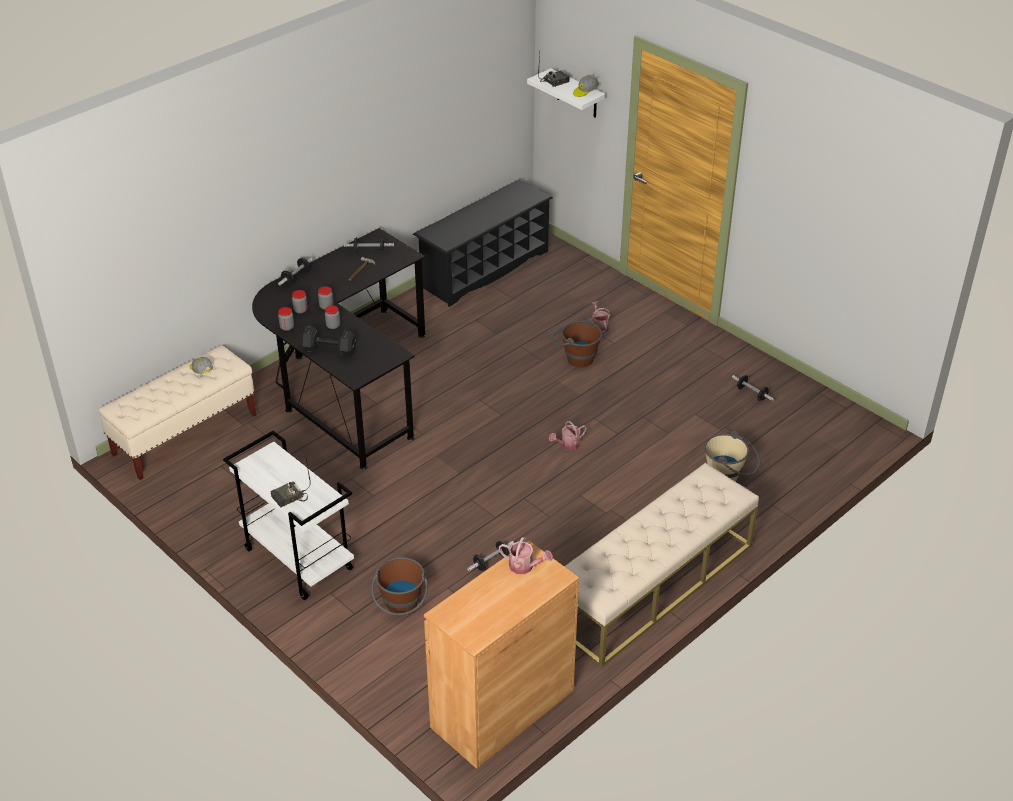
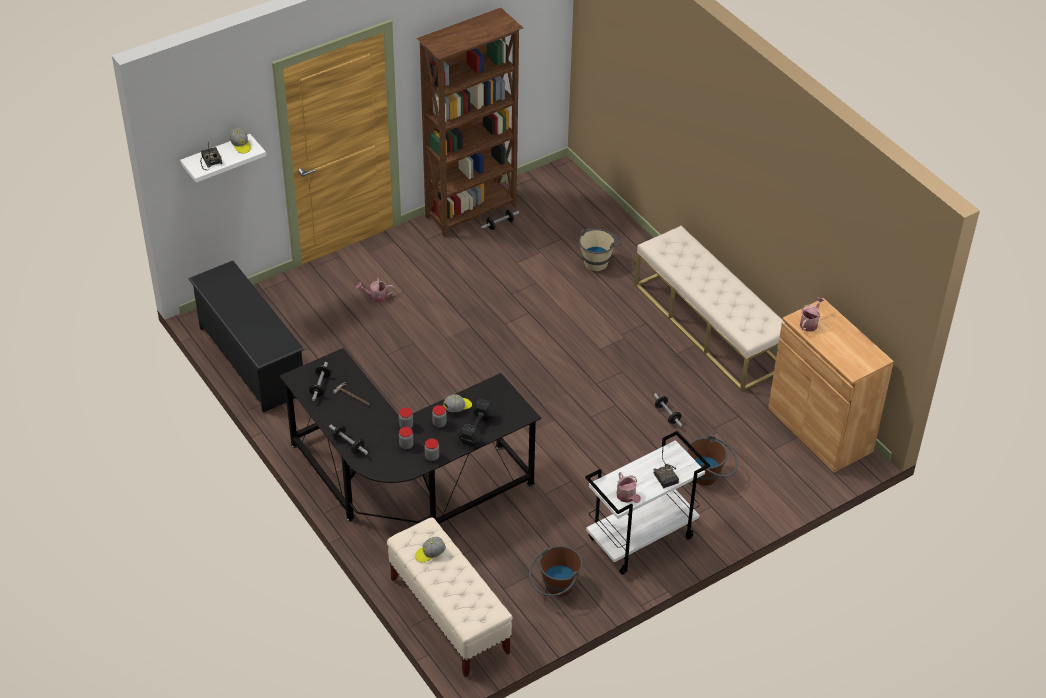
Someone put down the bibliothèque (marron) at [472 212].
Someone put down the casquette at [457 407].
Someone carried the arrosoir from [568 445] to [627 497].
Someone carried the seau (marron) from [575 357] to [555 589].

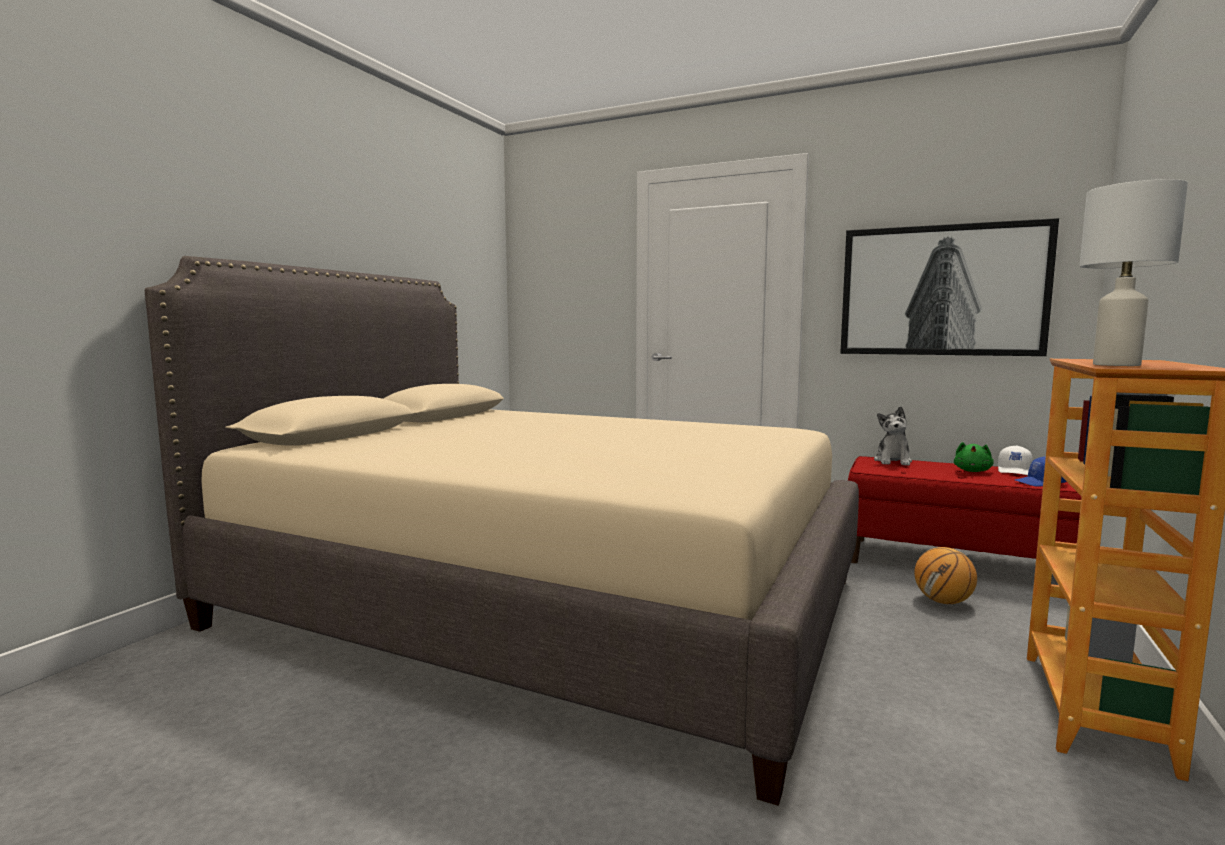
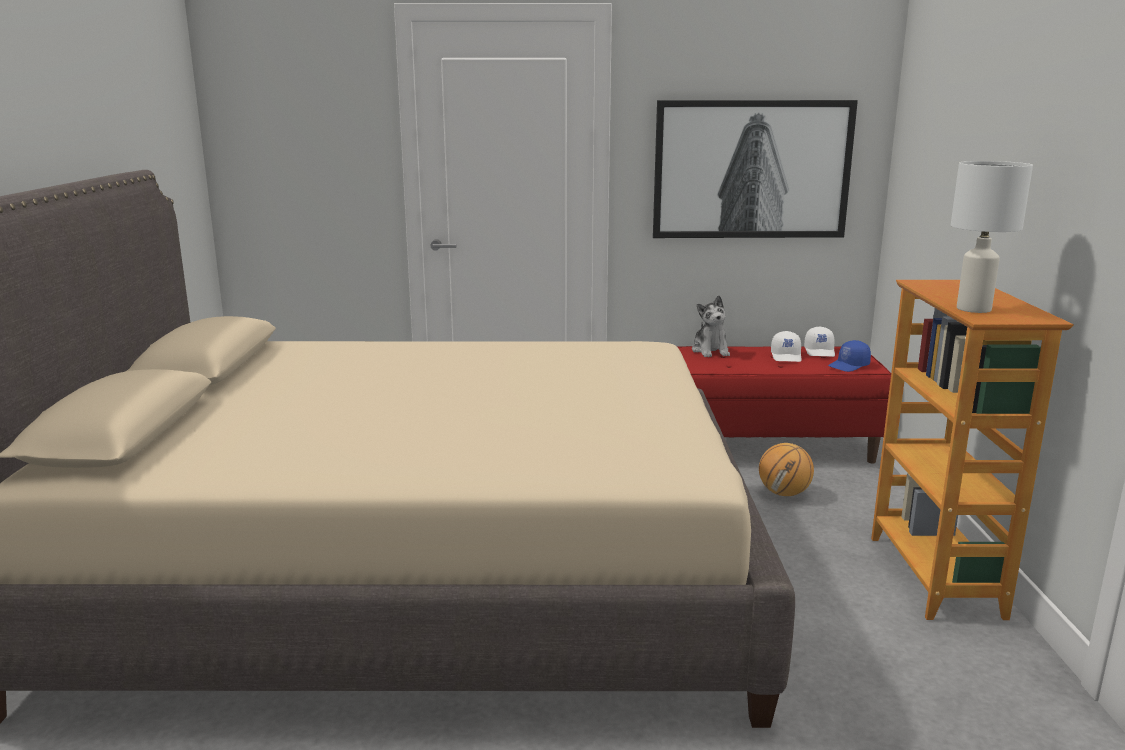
Someone swapped the peluche (vert) at [972 471] for the casquette (blanc) at [787 356].

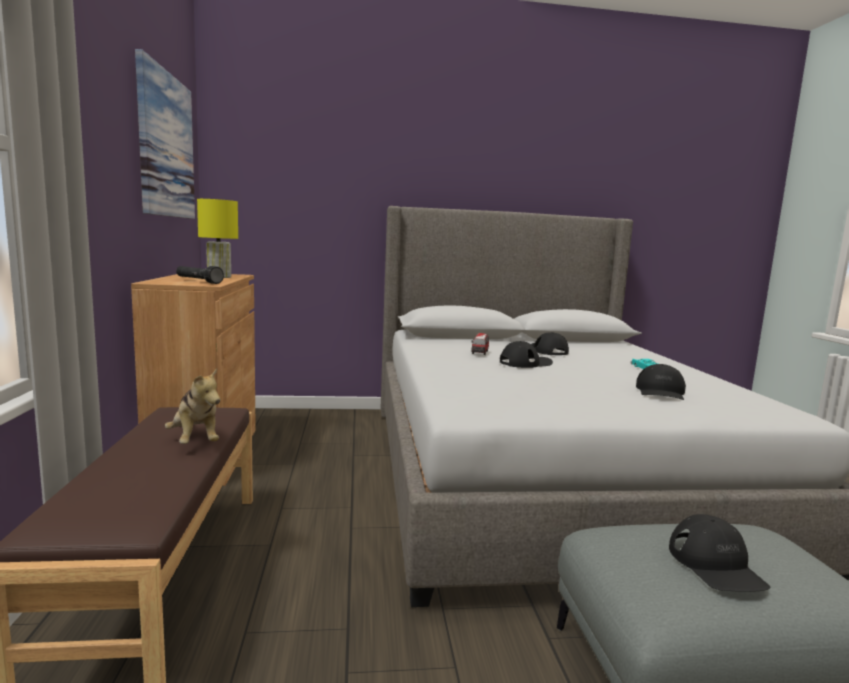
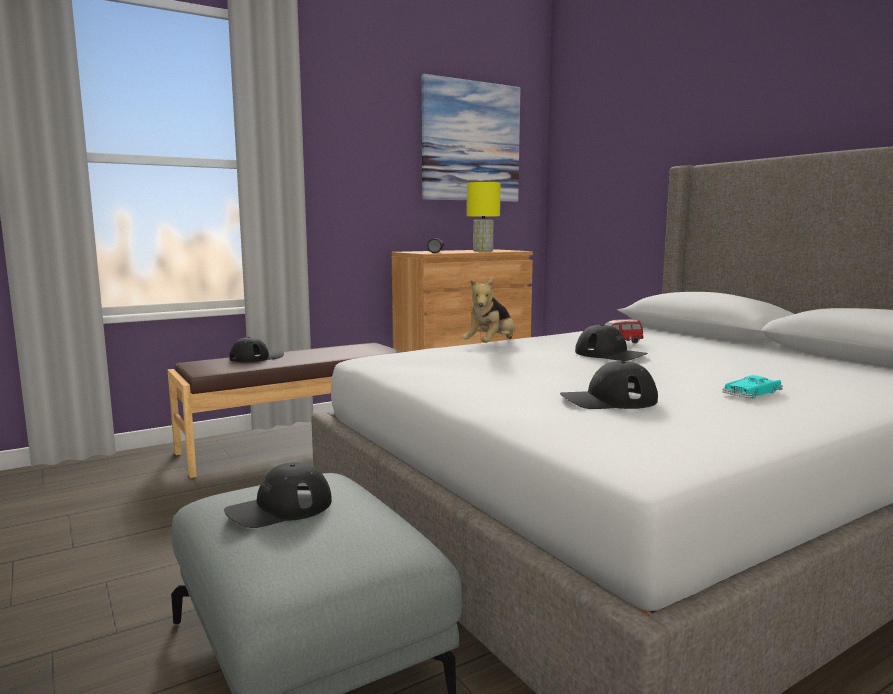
Someone carried the peluche from [195 441] to [491 346].
Someone carried the casquette (noir) from [547 350] to [257 357].

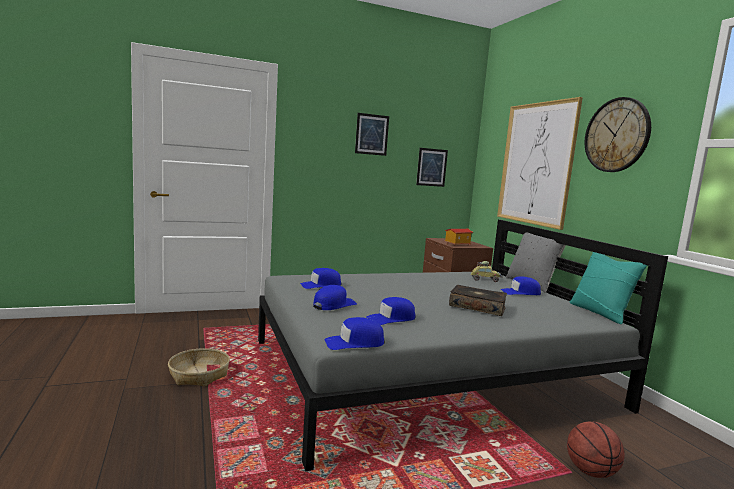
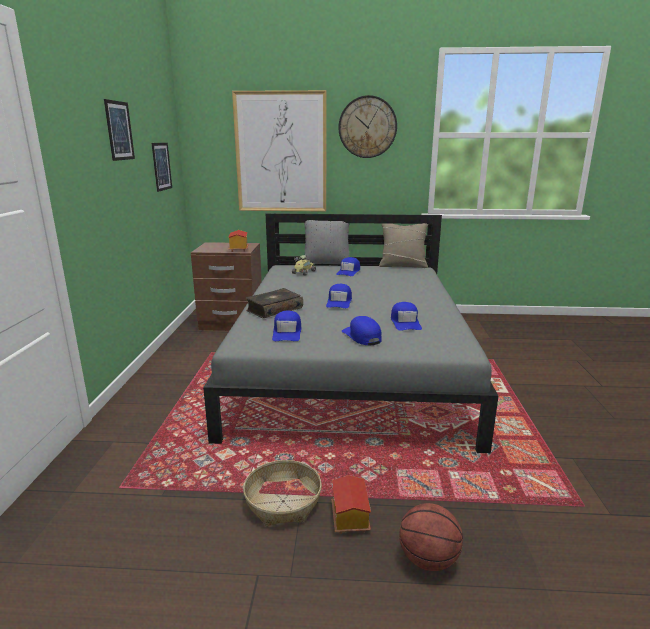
Someone put down the maison miniature at [349 518].
Someone carried the casquette (bleu) from [354 343] to [339 302].
Someone carried the livre from [477 307] to [274 309].
Someone carried the ballon de basket from [590 471] to [428 559].
Someone repainted the coussin (turquoise) at [600 313], which became the coussin (beige) at [402 266].

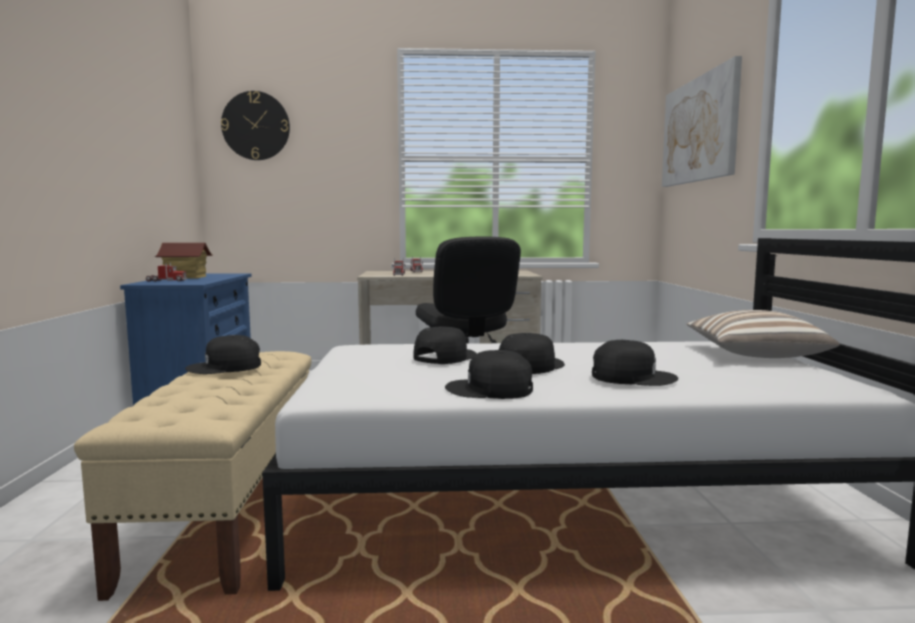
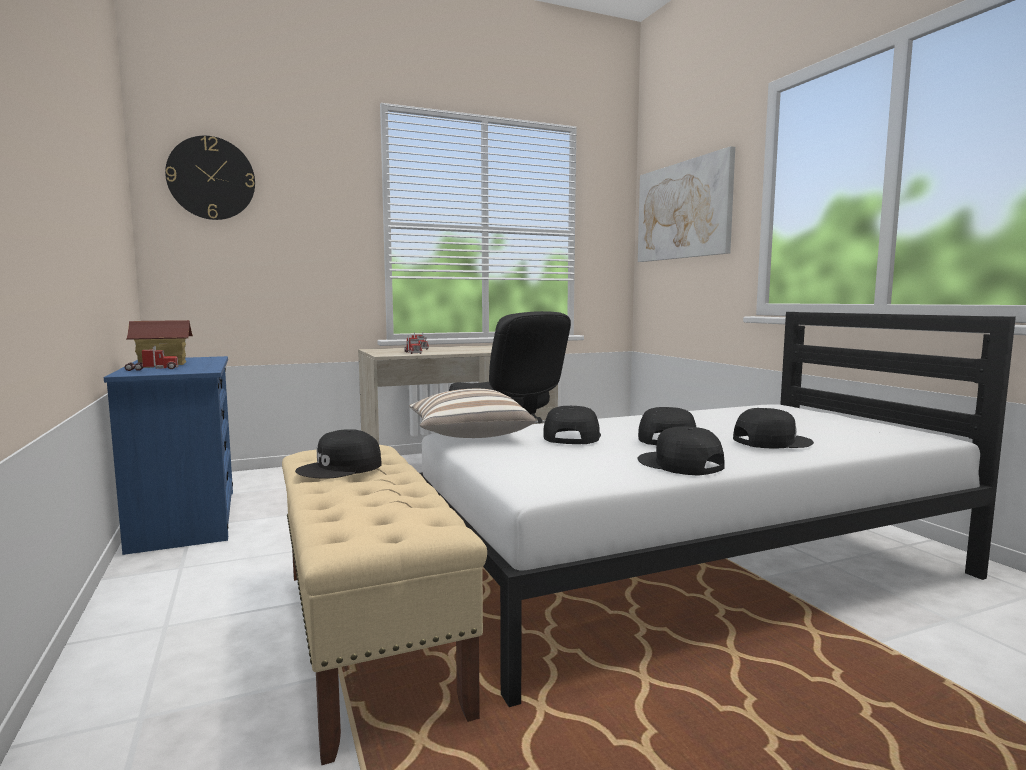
Someone carried the coussin from [753 355] to [468 435].
Someone rotated the casquette (noir) at [490 389] by 60 degrees clockwise.

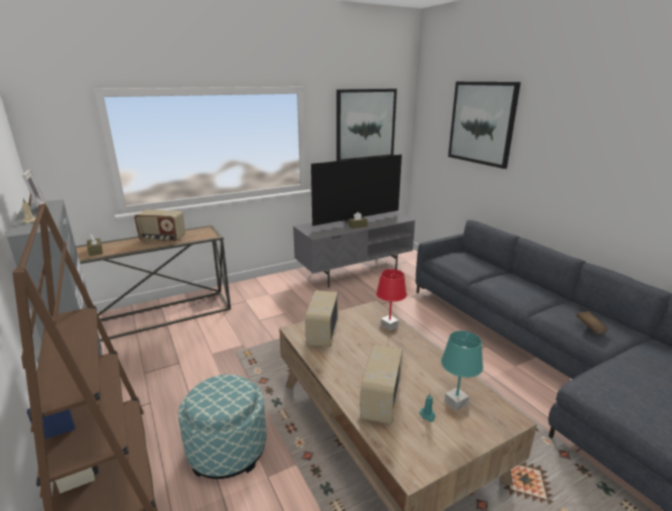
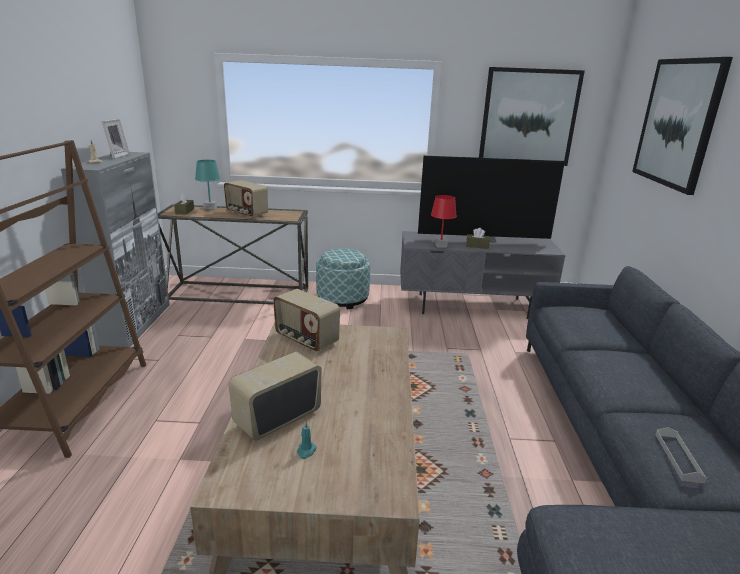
Someone carried the pouf from [227 449] to [342 298].
Someone carried the lampe de table (rouge) from [389 326] to [440 245].
Someone carried the lampe de table (turquoise) from [456 402] to [210 208].
Someone swapped the livre (marron) at [590 328] for the plateau (gris) at [678 457].
Someone rotated the radio at [322 334] by 90 degrees counterclockwise.

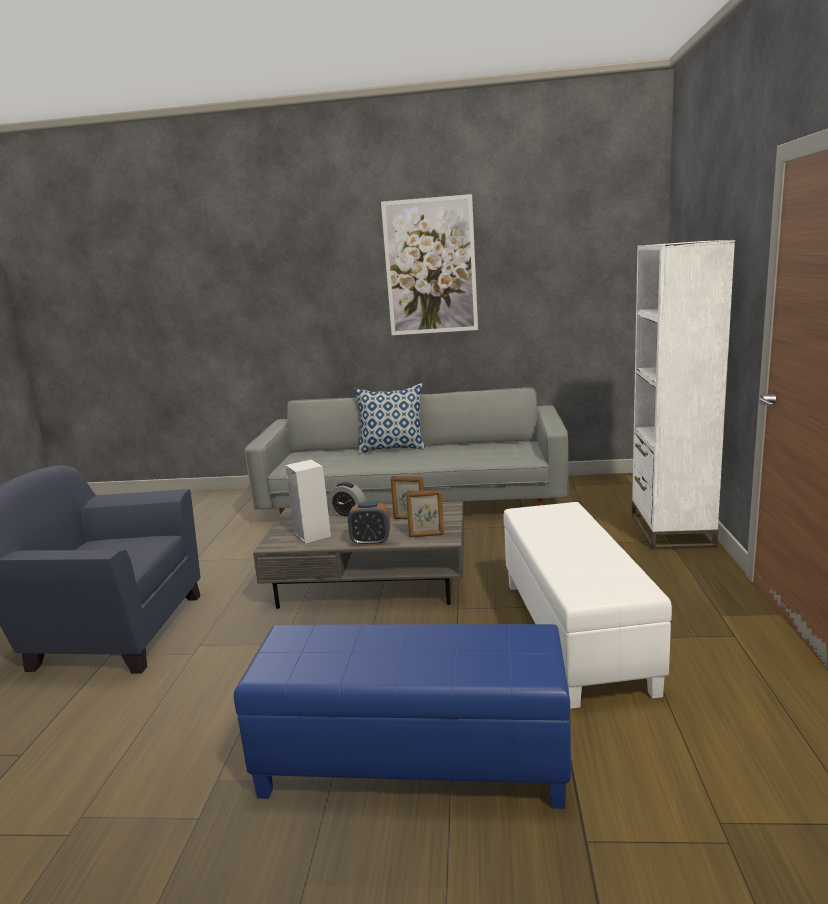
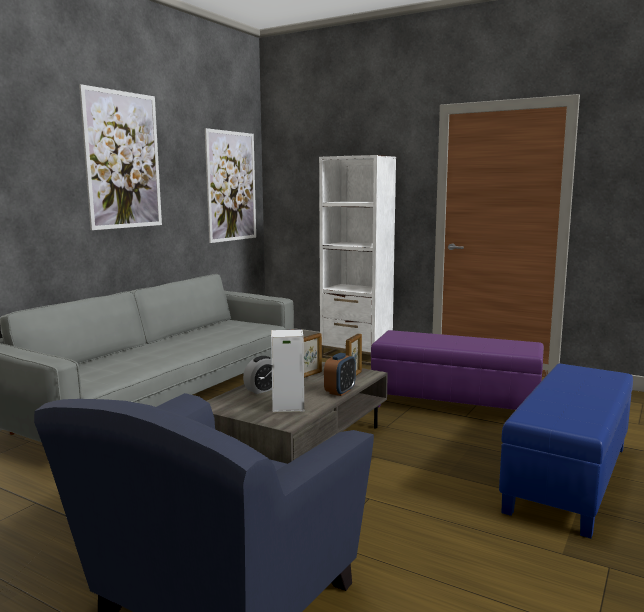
Someone took away the coussin at [392 449].
Someone put up the tableau at [231 186].
Someone repainted the pouf (blanc) at [575 633], which became the pouf (violet) at [455 406].

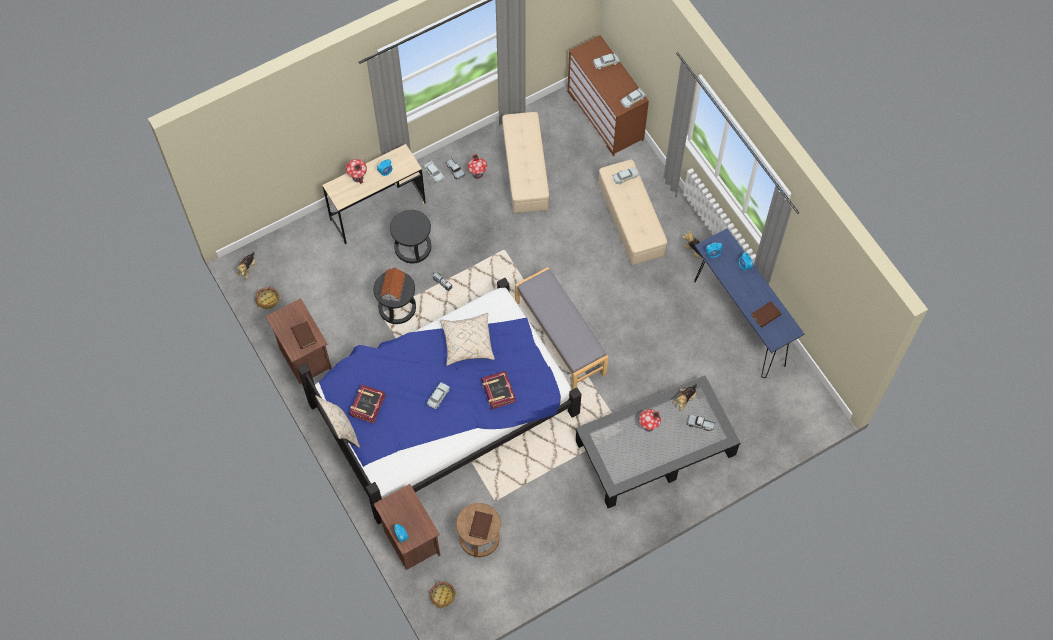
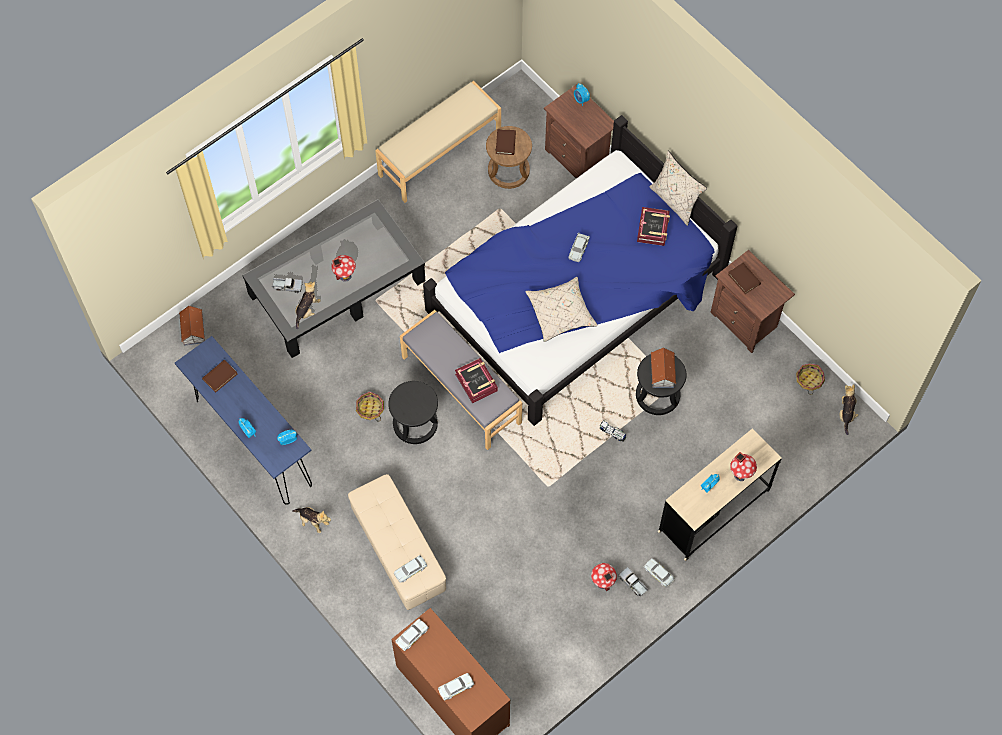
Someone took away the pouf (beige) at [526 172].
Someone put down the maison miniature at [193 329].
Someone put down the banc (beige) at [439 153].
Someone carried the tabouret (noir) from [413 247] to [415 423].
Someone carried the panier from [443 595] to [370 409].
Someone carried the livre from [498 391] to [476 382].

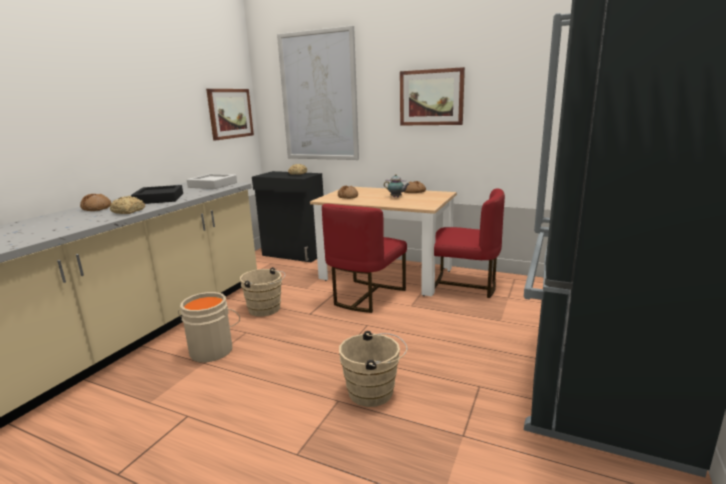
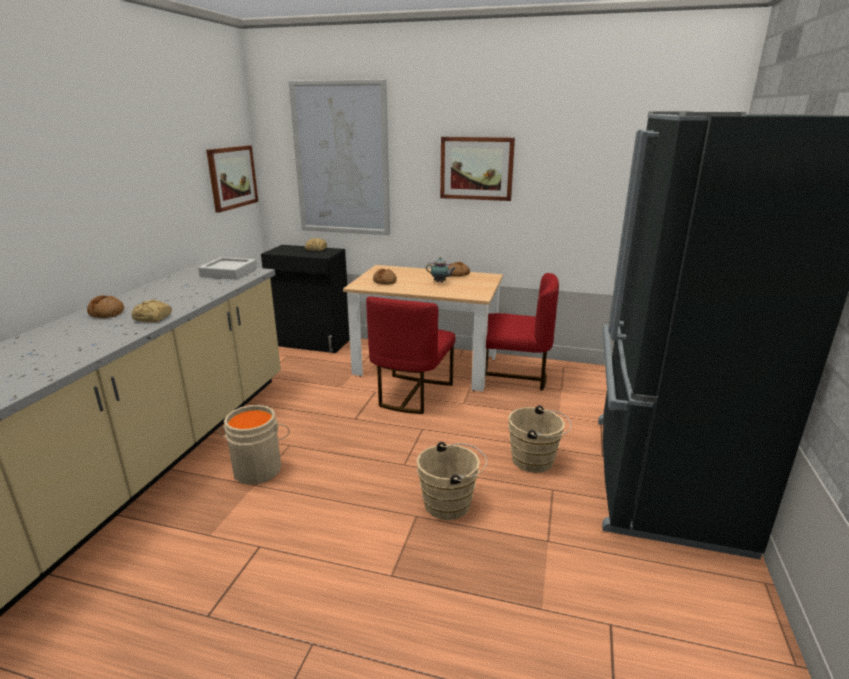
Someone took away the plateau (noir) at [159 199].
Someone carried the seau (beige) from [266 309] to [536 461].

